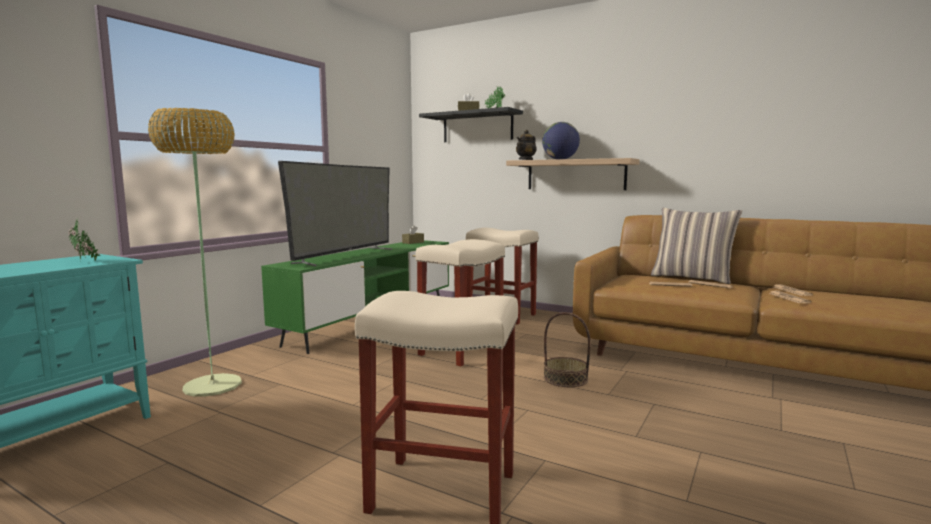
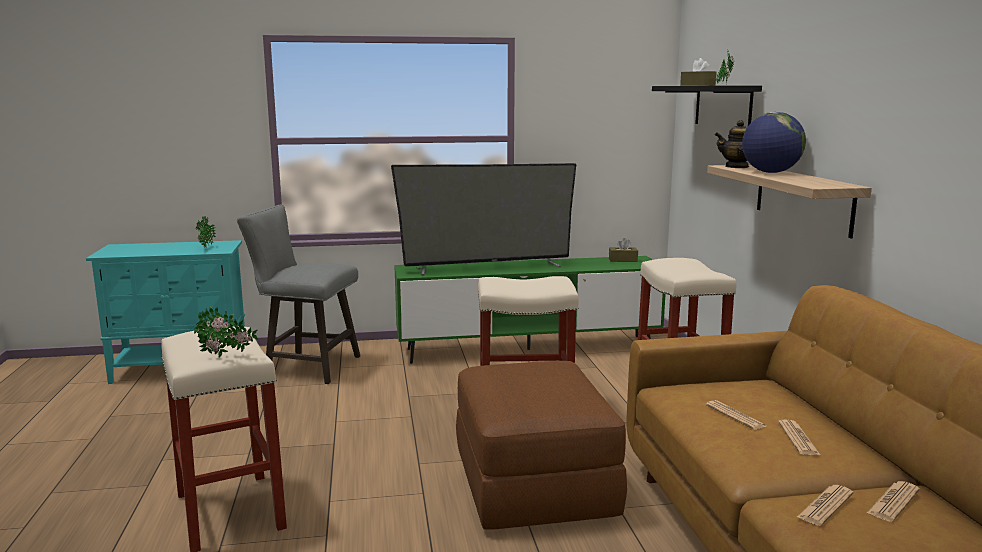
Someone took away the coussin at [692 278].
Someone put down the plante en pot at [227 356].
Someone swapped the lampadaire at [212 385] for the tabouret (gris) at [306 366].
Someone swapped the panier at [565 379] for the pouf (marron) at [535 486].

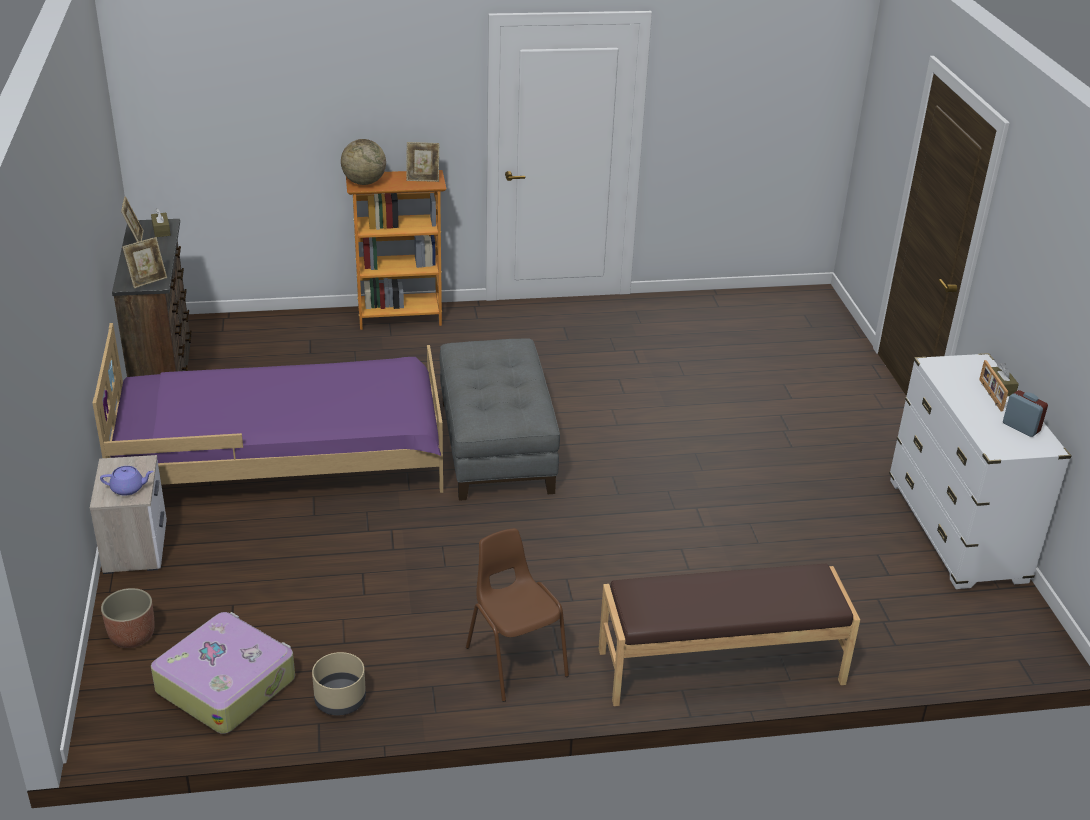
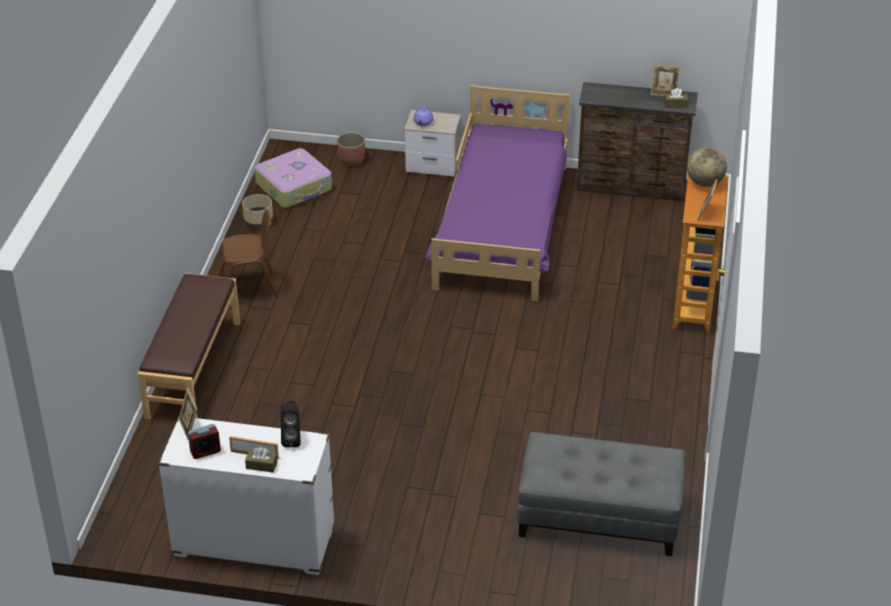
Someone put down the enceinte (noir) at [292 439].
Someone carried the cadre photo from [147 280] to [189 427].
Someone carried the pouf (gris) from [495 446] to [599 515].

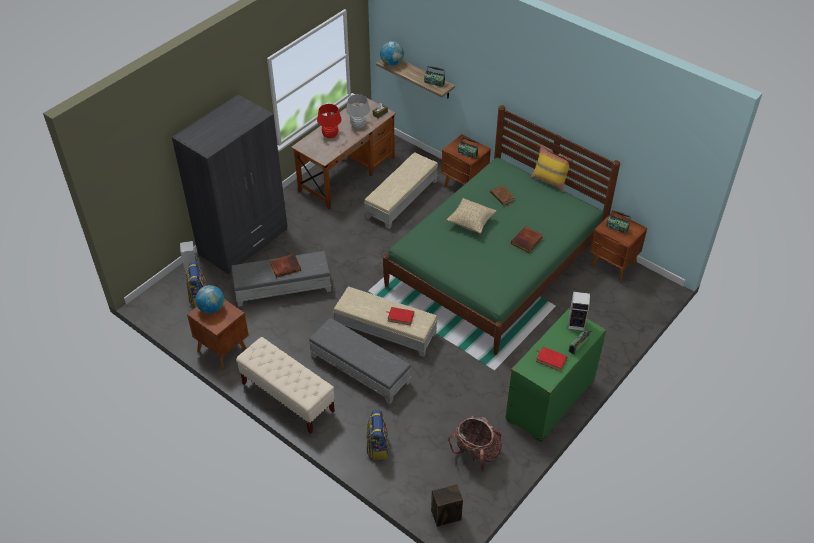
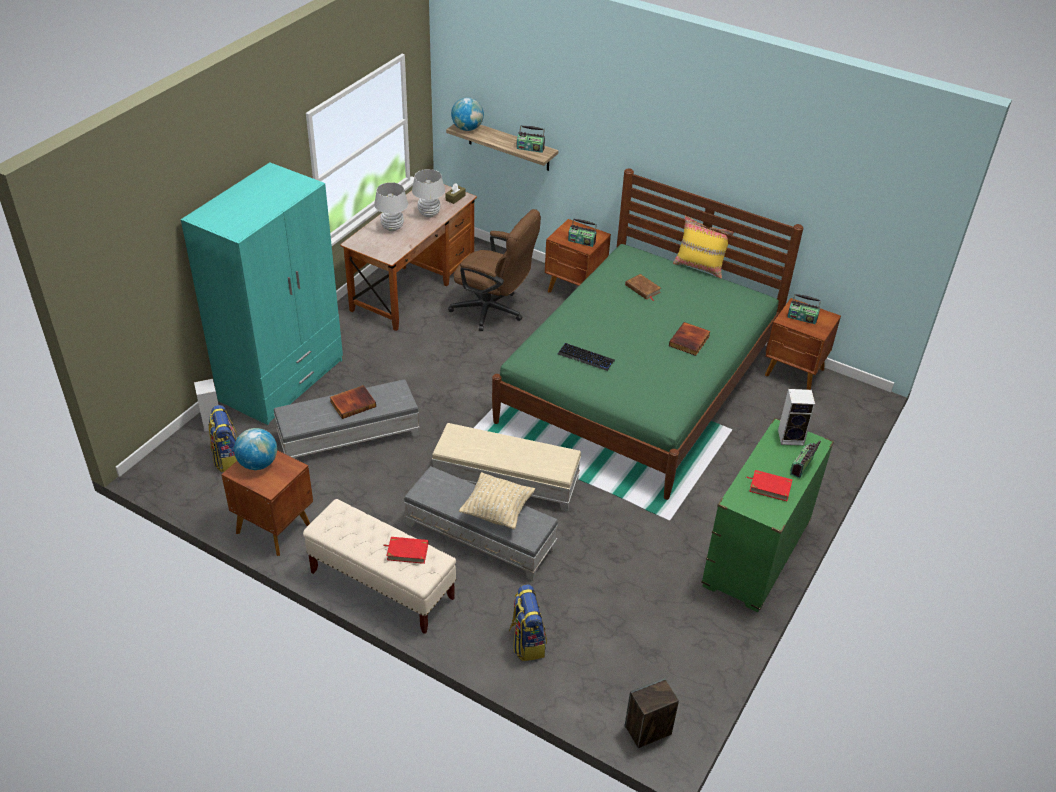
Someone took away the sac à dos at [476 453].
Someone put down the clavier at [586 357].
Someone carried the livre (rouge) from [400 317] to [407 551].
Someone carried the coussin (beige) from [471 223] to [497 511].
Someone swapped the pouf (beige) at [401 199] for the chaise de bureau (marron) at [493 311].
Someone repainted the armoire (gris) at [244 242], which became the armoire (turquoise) at [283 380].
Someone repainted the lampe de table (rouge) at [330 135], which became the lampe de table (blanc) at [392 228].

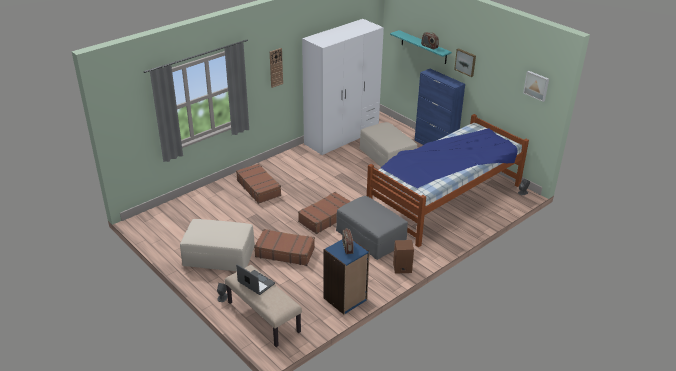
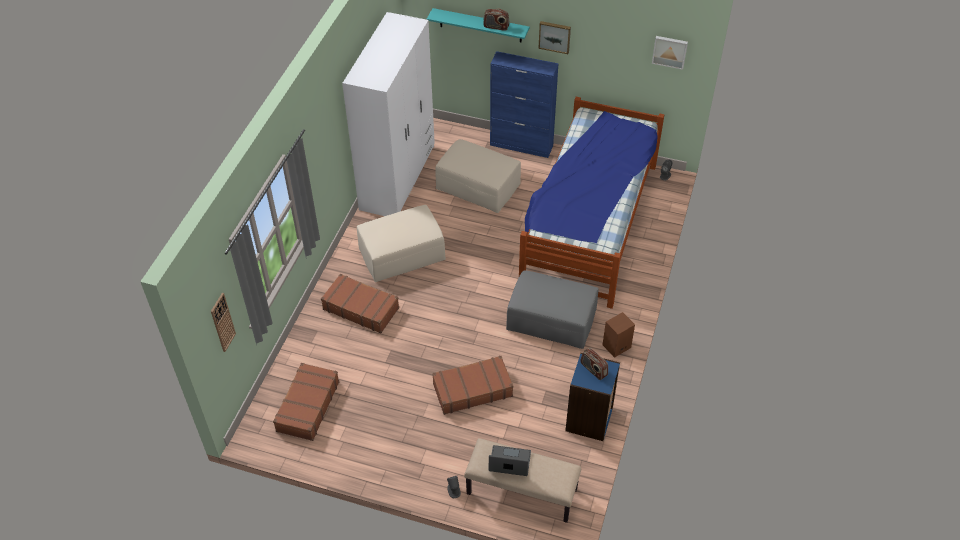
Someone carried the pouf (beige) from [219 256] to [402 254].
Someone carried the horloge murale from [276 67] to [222 322].
Someone carried the valise (marron) from [325 217] to [307 406].

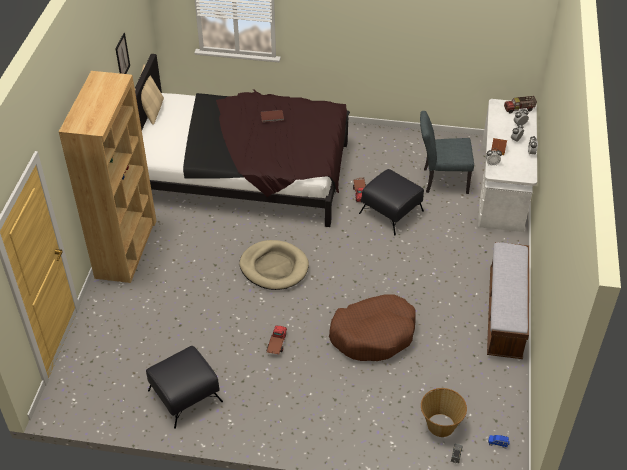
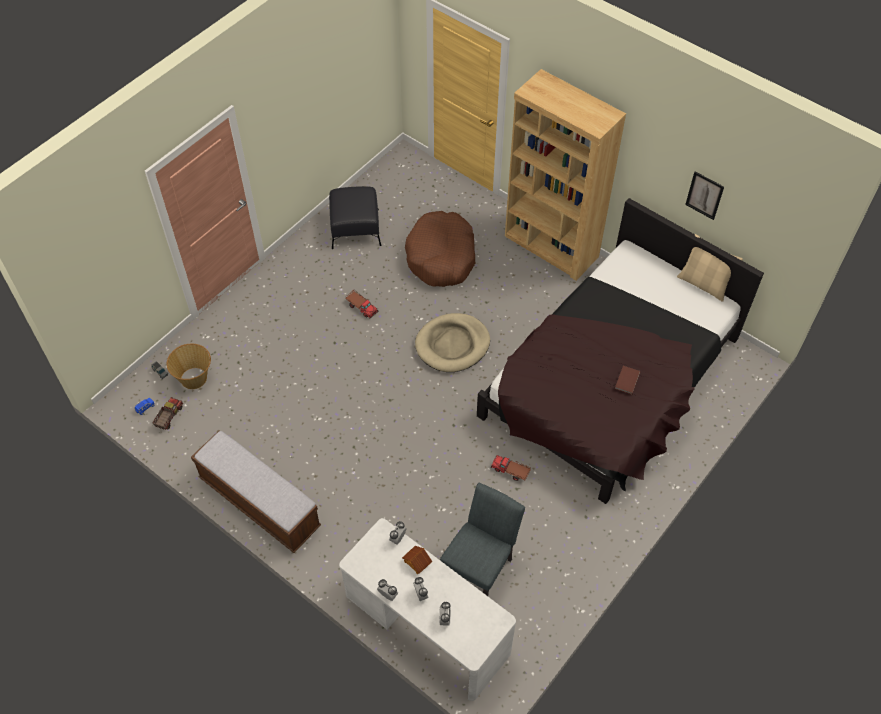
Someone took away the pouf (noir) at [391 212].
Someone carried the panier pour chien (marron) from [373 334] to [441 257].
Someone carried the camion jouet from [519 109] to [169 417].

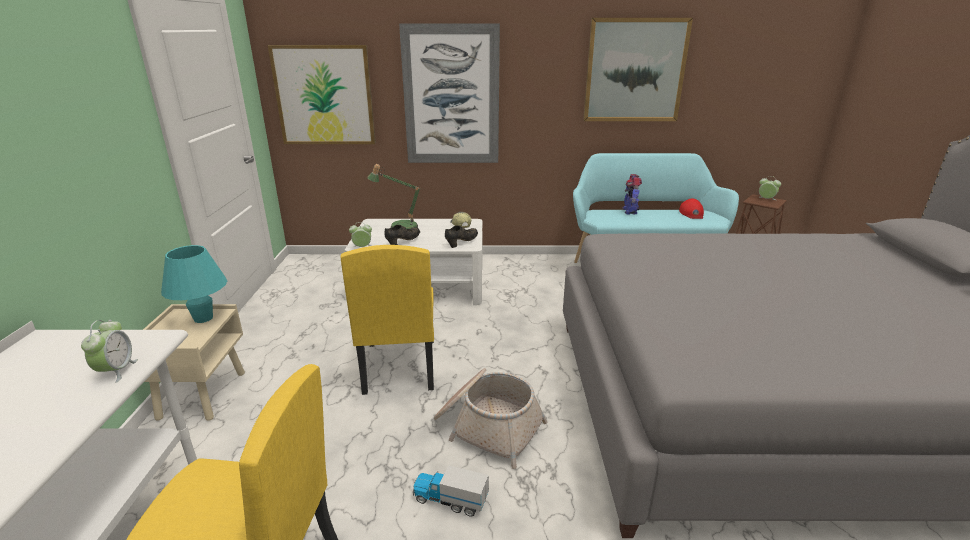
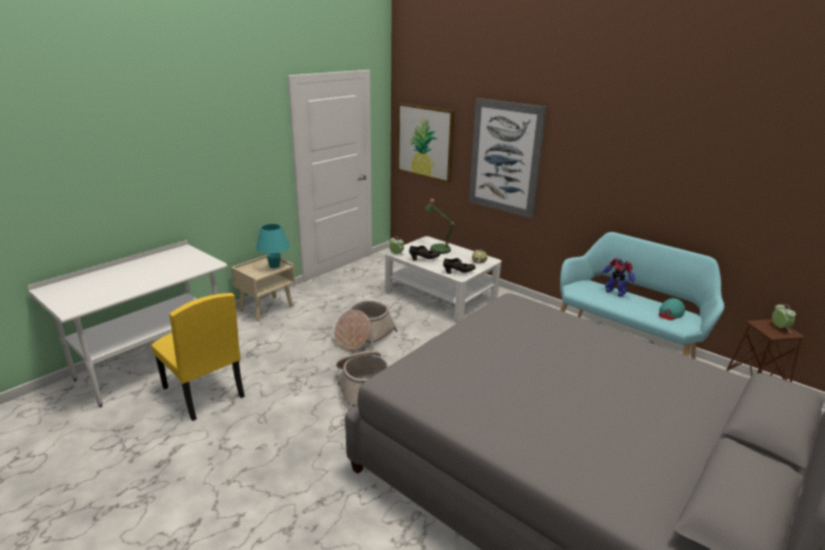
Someone took away the réveil at [116 371].
Someone took away the camion jouet at [450 500].
Someone took away the tableau at [635 71].
Someone swapped the chaise (jaune) at [399 366] for the panier at [364 336].
Someone repainted the casquette (rouge) at [692 213], which became the casquette (turquoise) at [670 313].
Someone rotated the robot jouet at [630 211] by 90 degrees counterclockwise.

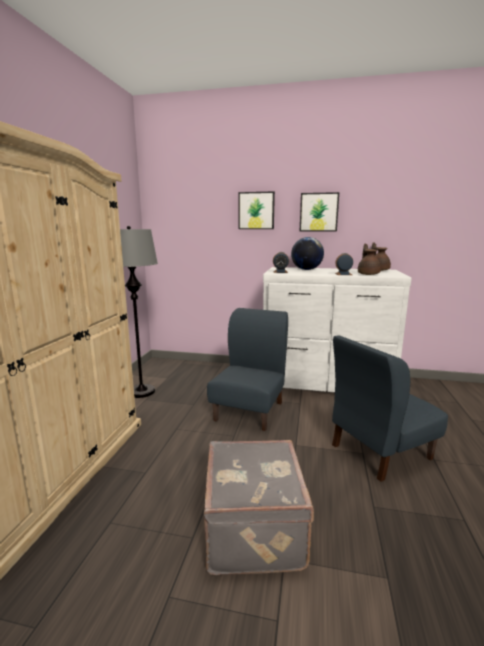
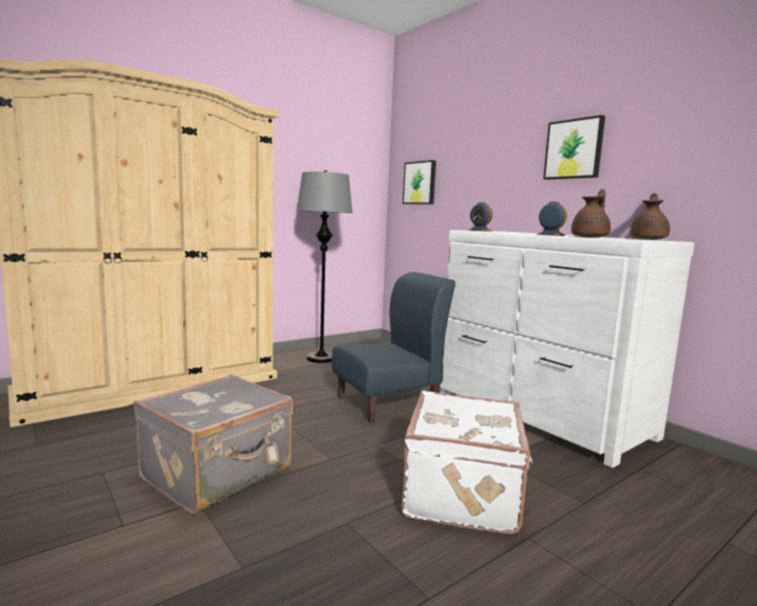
Someone took away the globe at [306 269].
Someone carried the tableau from [256 211] to [420 183].
Someone swapped the chaise (bleu) at [379 451] for the valise (blanc) at [464 493].

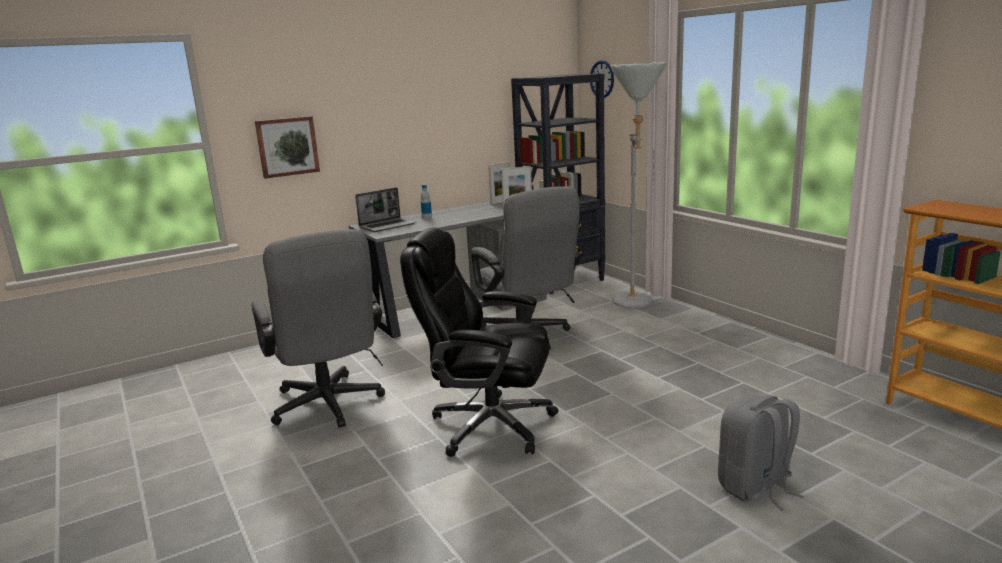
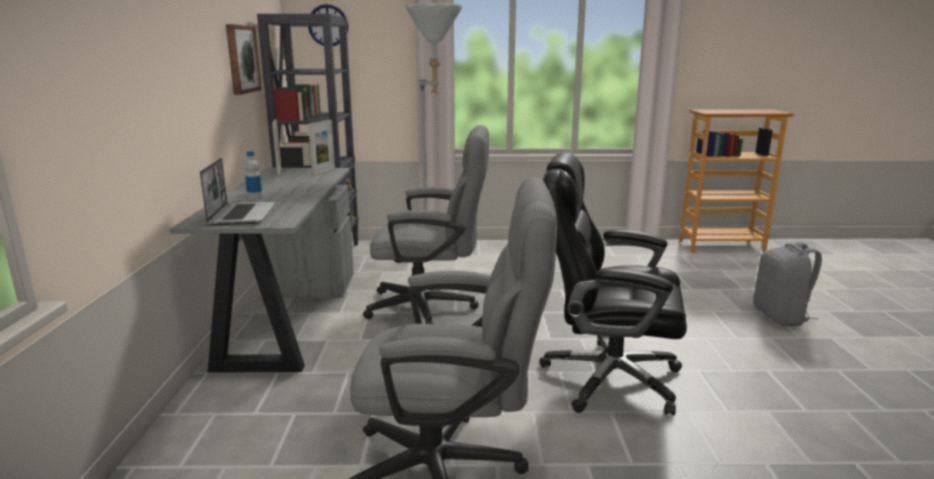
Someone carried the tableau from [287 146] to [241 59].
Someone rotated the chaise de bureau (noir) at [489 425] by 60 degrees clockwise.

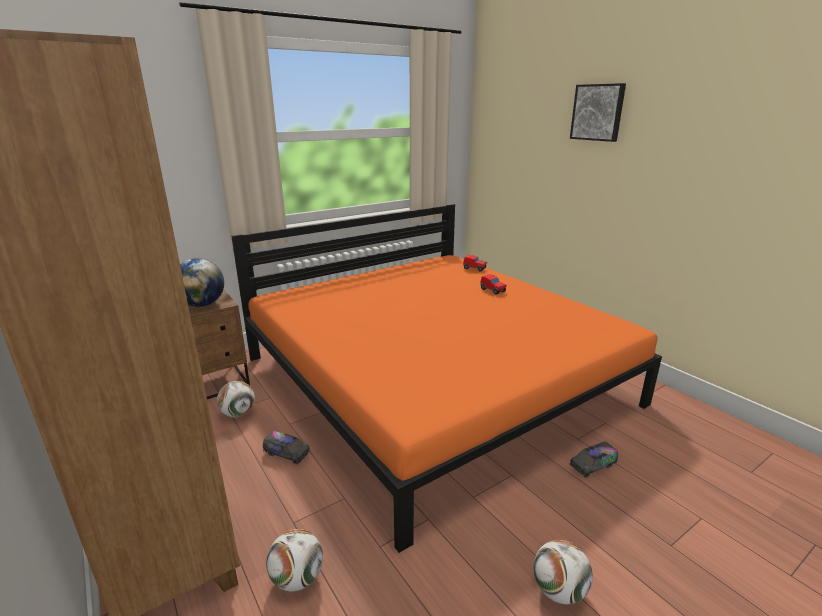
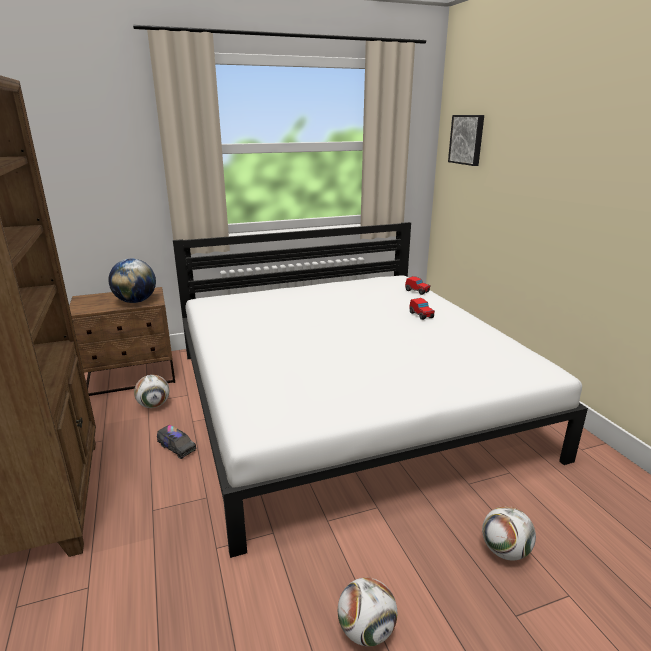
Someone took away the camion jouet at [593 465].
Someone carried the ballon de foot from [297 578] to [505 551].
Someone carried the tableau from [598 112] to [467 139].
Someone repainted the lit (orange) at [434 379], which became the lit (blanc) at [347 400].

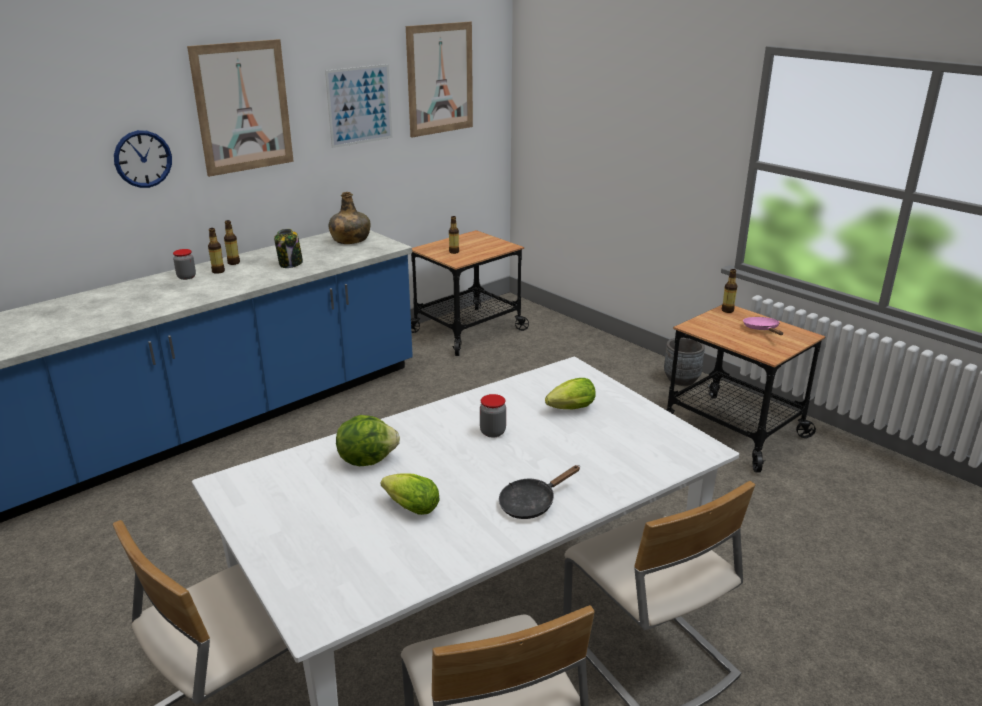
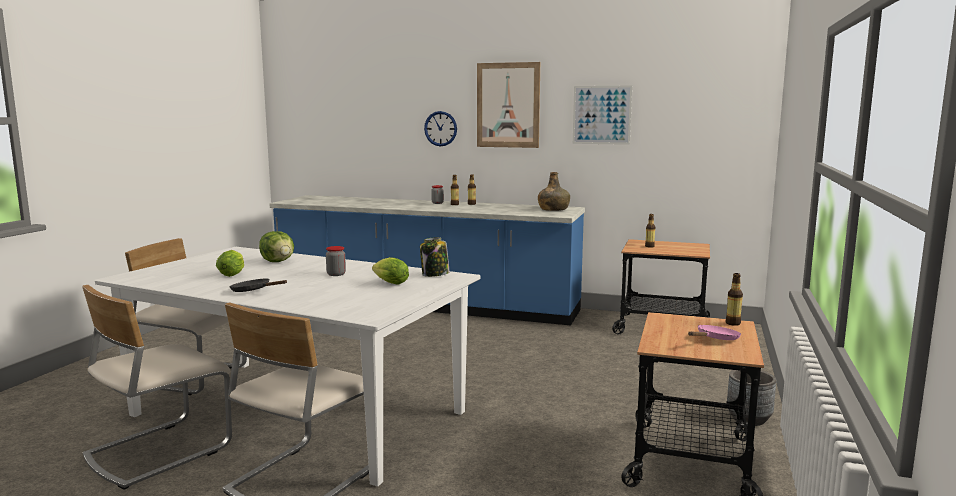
Someone took away the tableau at [440 79].
Someone carried the bocal from [290 264] to [435 274].

